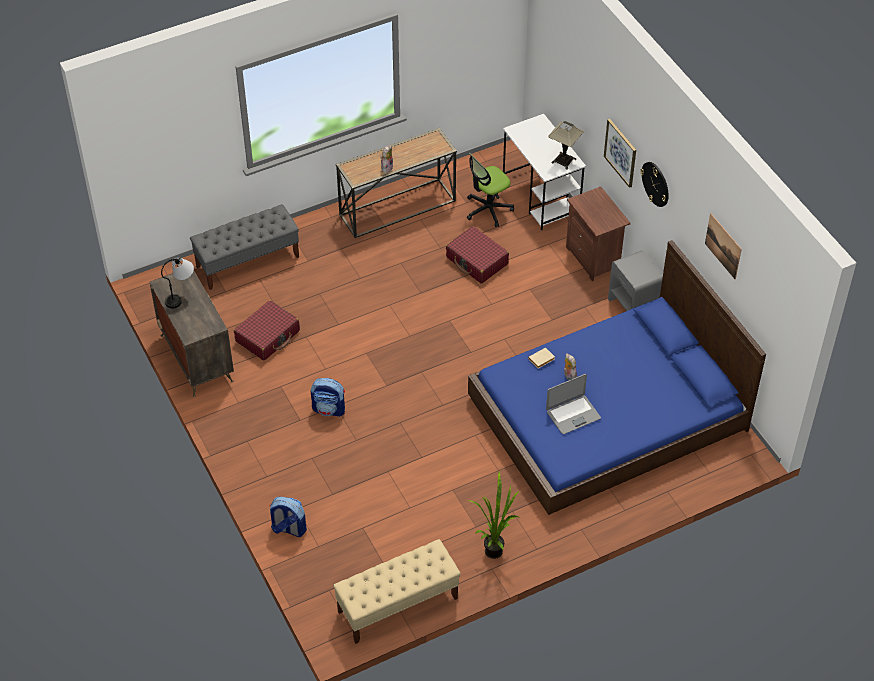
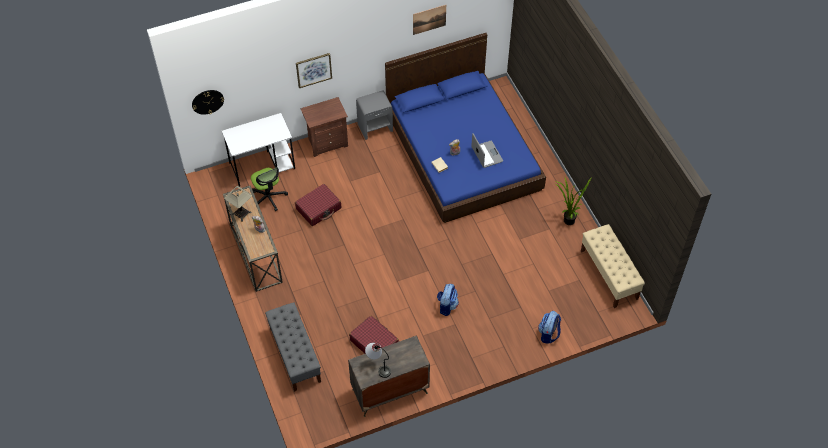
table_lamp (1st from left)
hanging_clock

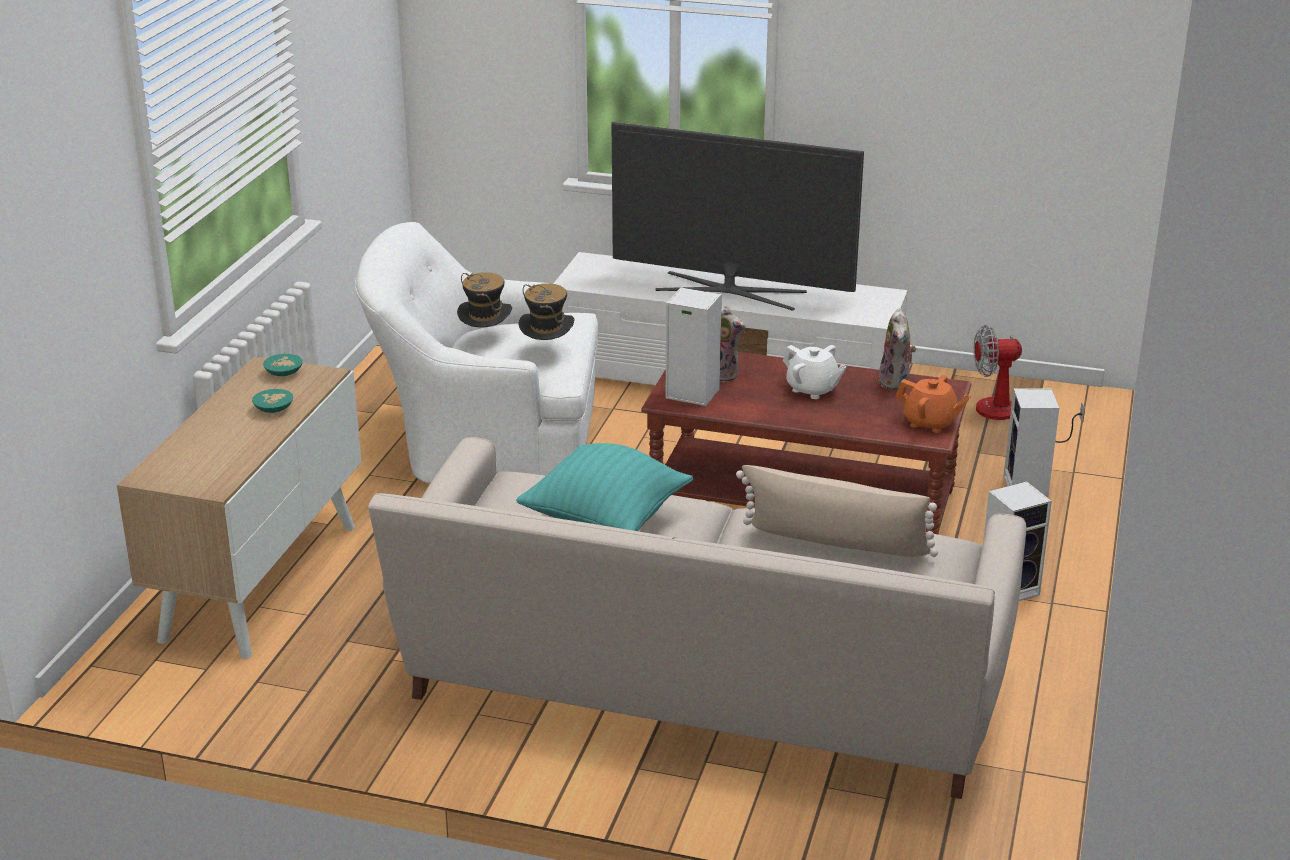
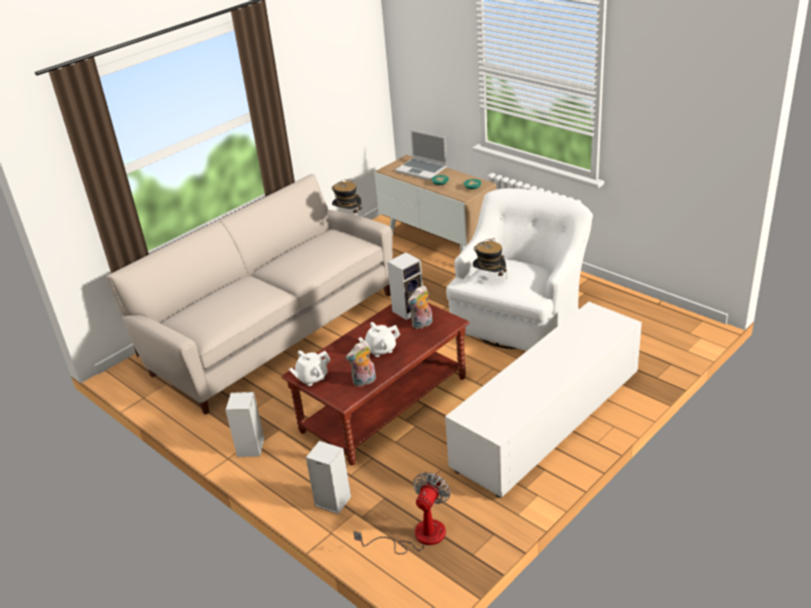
clothing_hat (1st from left)
turquoise_throw_pillow
TV
sand-coloured_throw_pillow
soft_toy (1st from left)
whitish_teapot (1st from left)
portable_computer

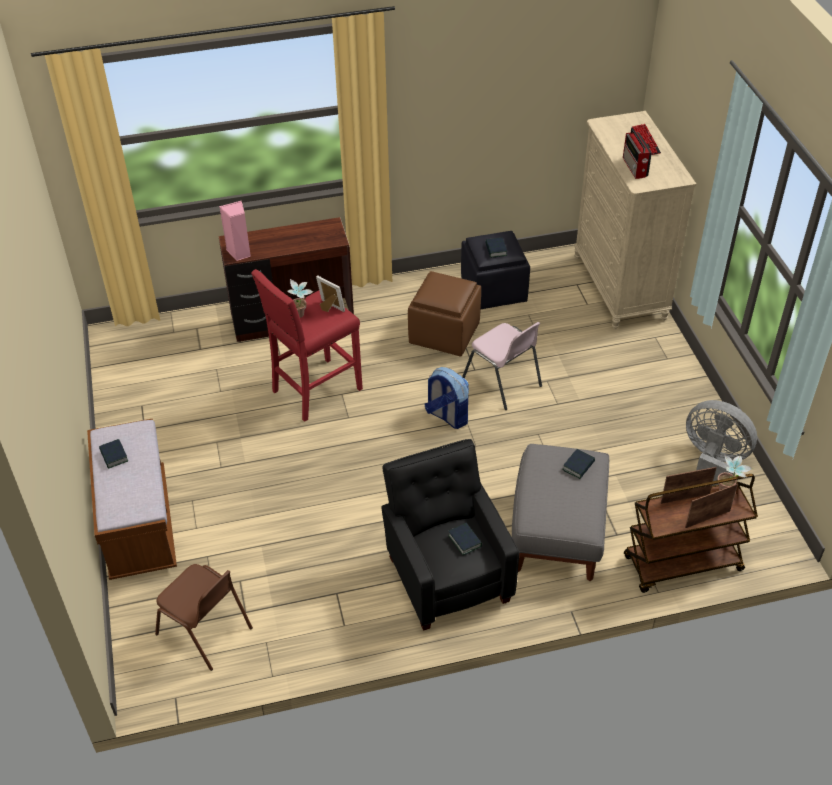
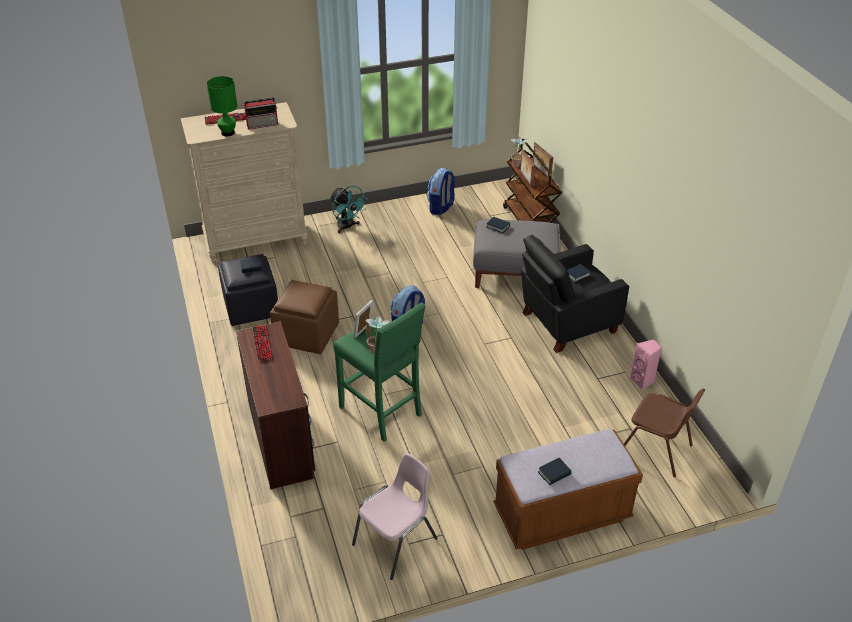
brown_plain_chair
pink_loudspeaker
greenish_sitting_stool
pink_plain_chair
backpack (2nd from left)
greenish_table_lamp
computer_keyboard (2nd from left)
turquoise_electric_fan

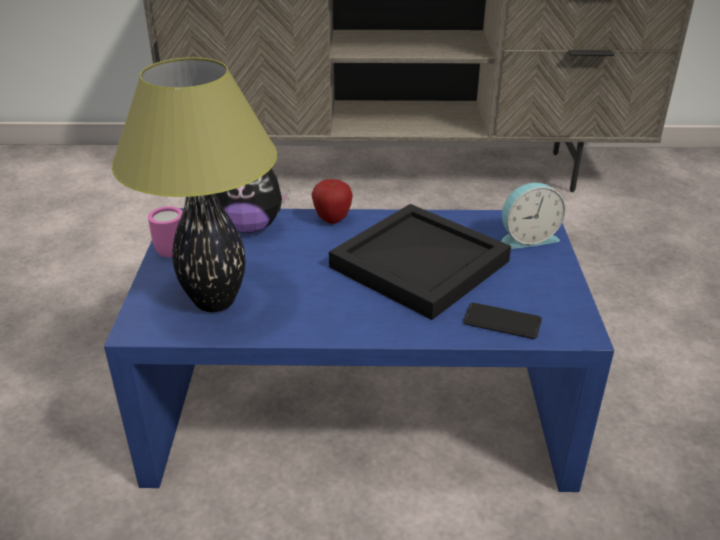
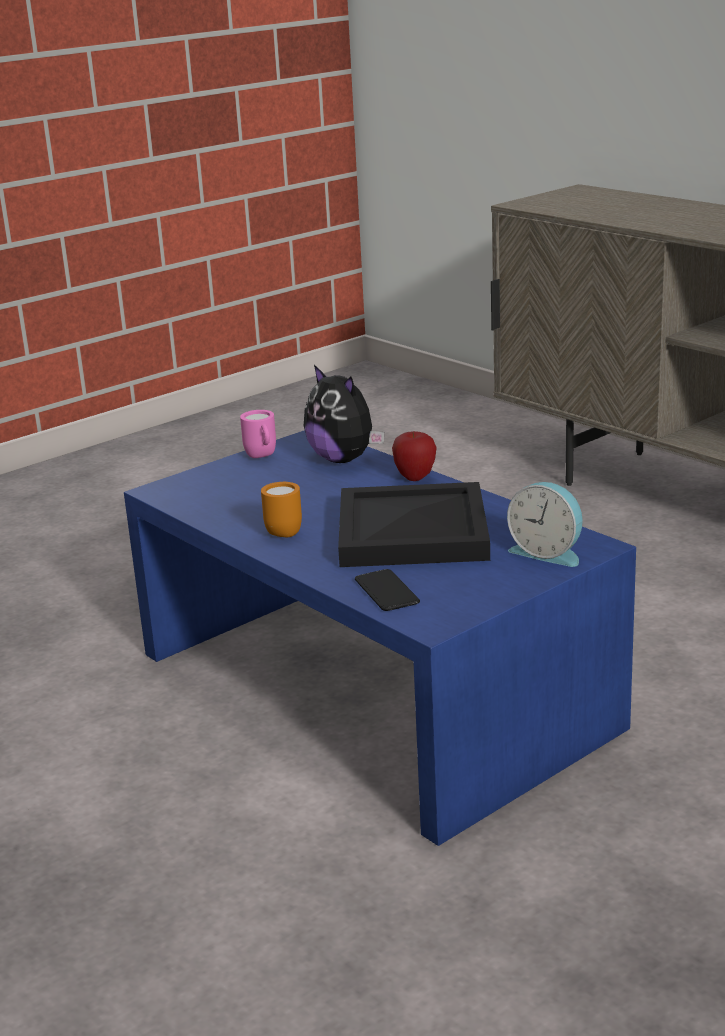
table_lamp
orangey_coffee_mug

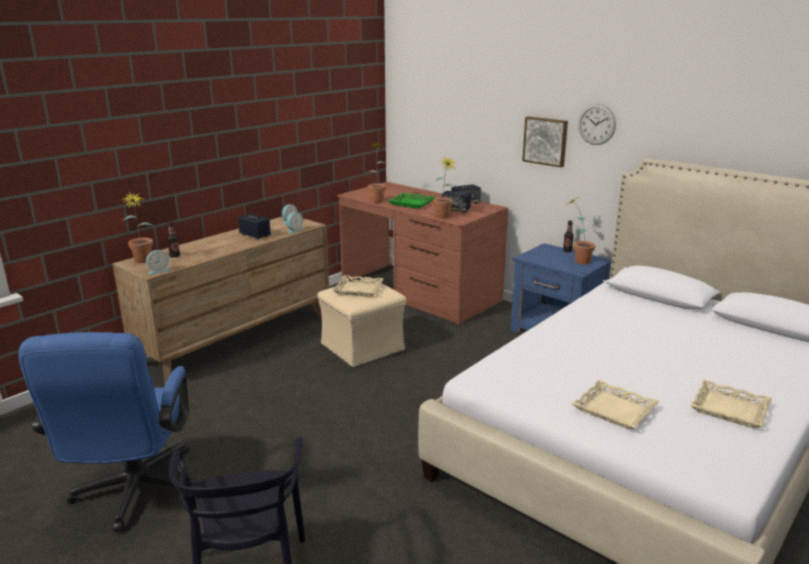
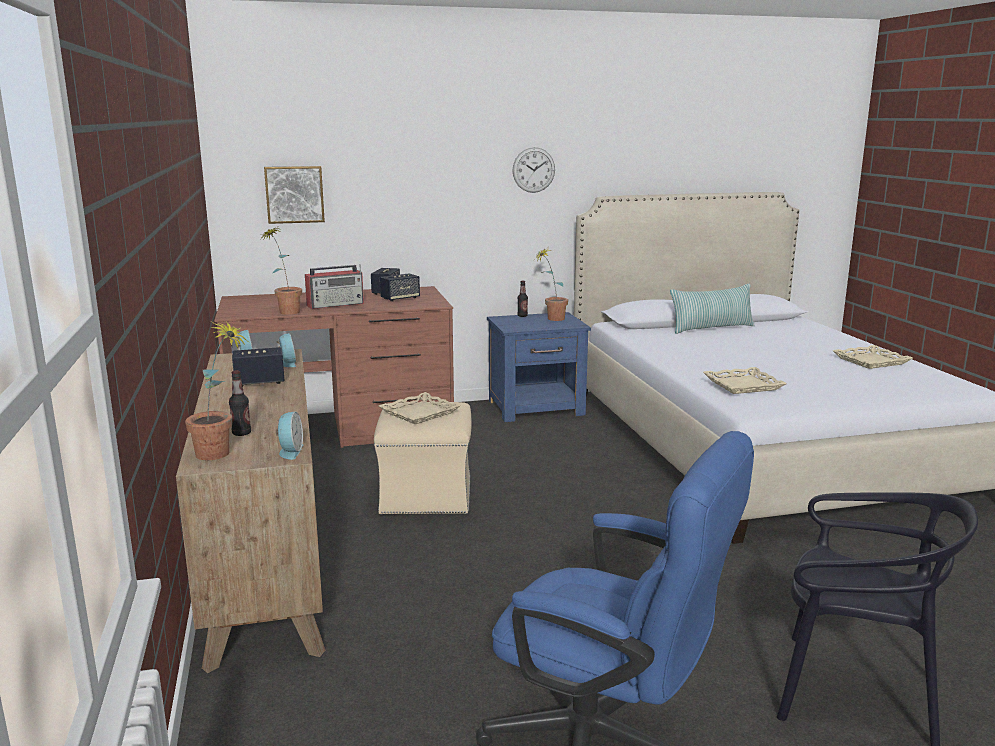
radio_set
potted_plant (3rd from left in the first image)
wall_picture
sand-coloured_carrying_tray (2nd from left)
throw_pillow

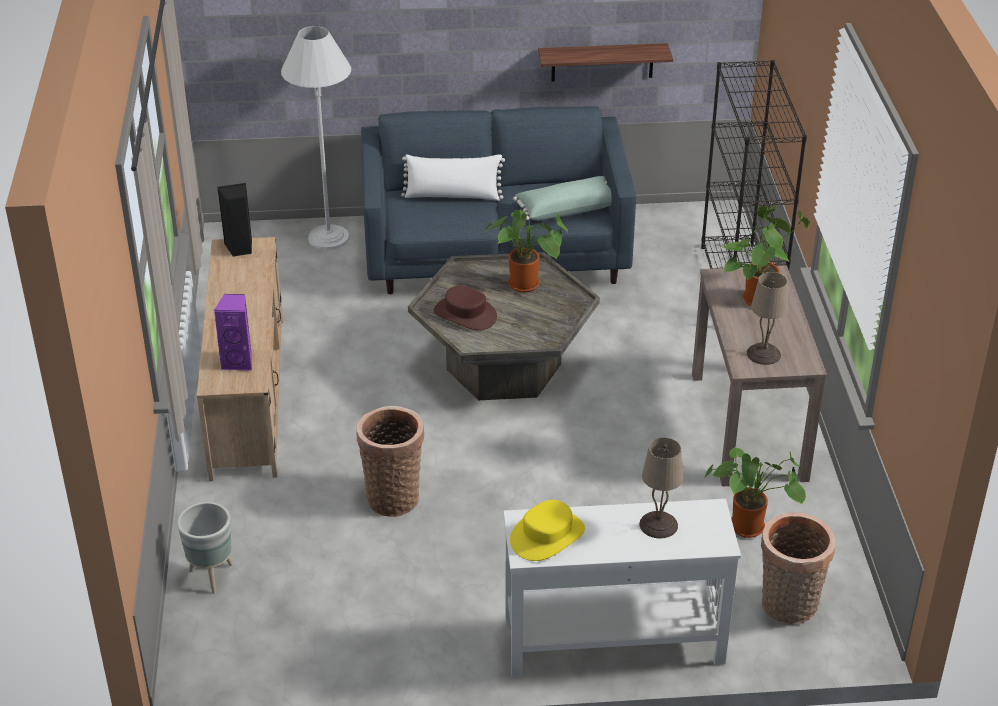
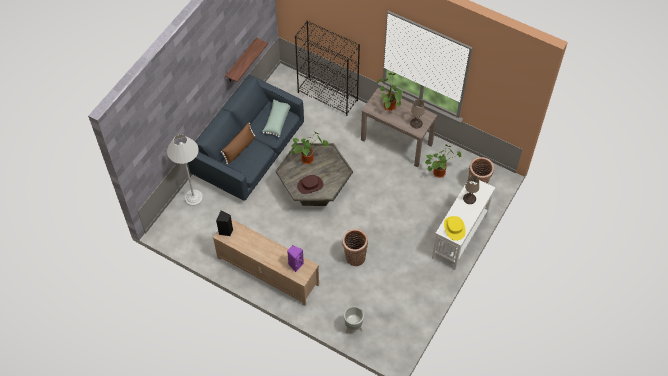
brown_throw_pillow

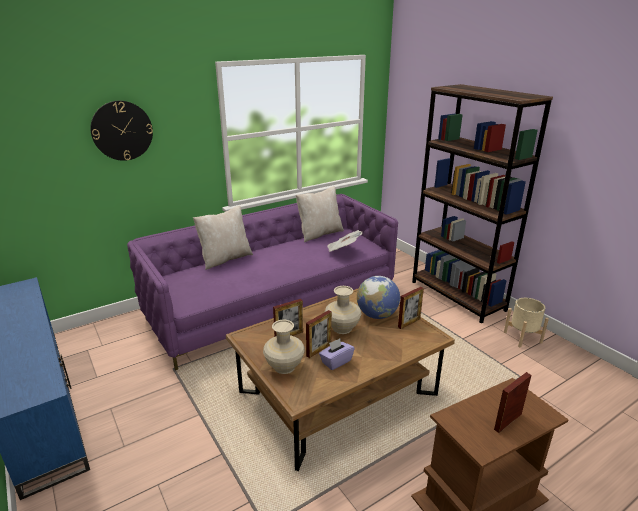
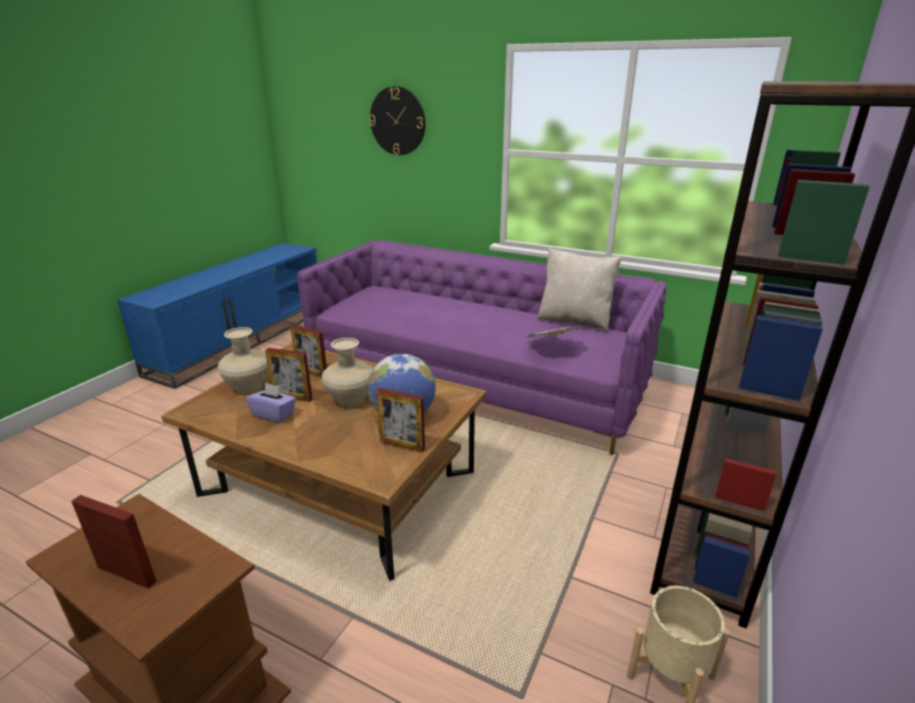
sand-coloured_throw_pillow (1st from left in the first image)

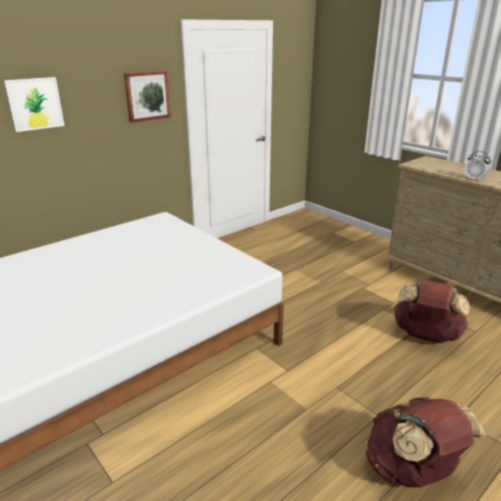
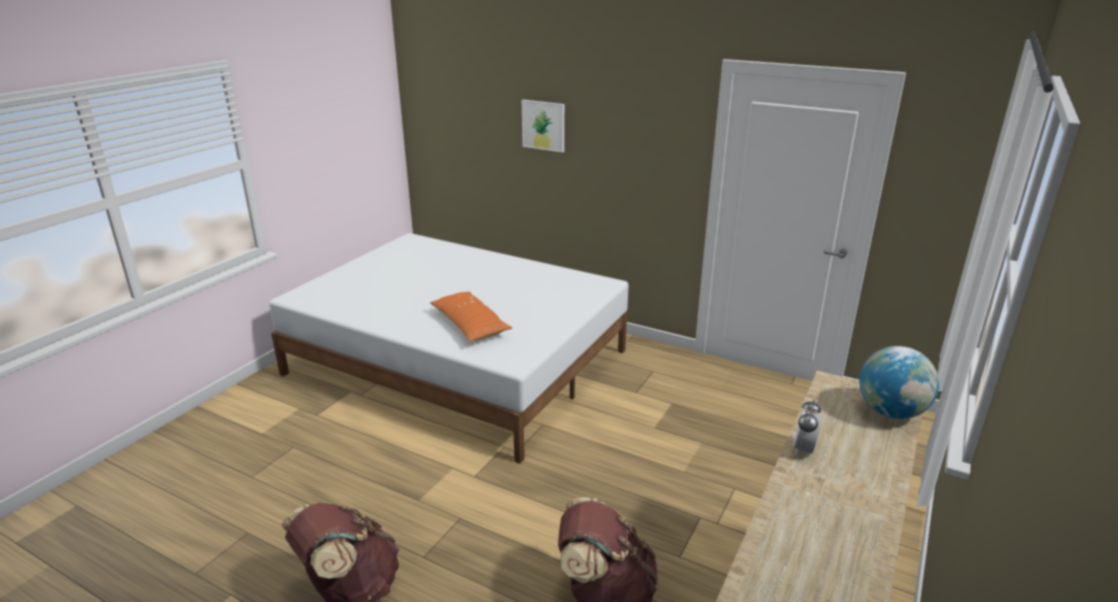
wall_picture (2nd from left in the first image)
orangey_throw_pillow
desk_globe

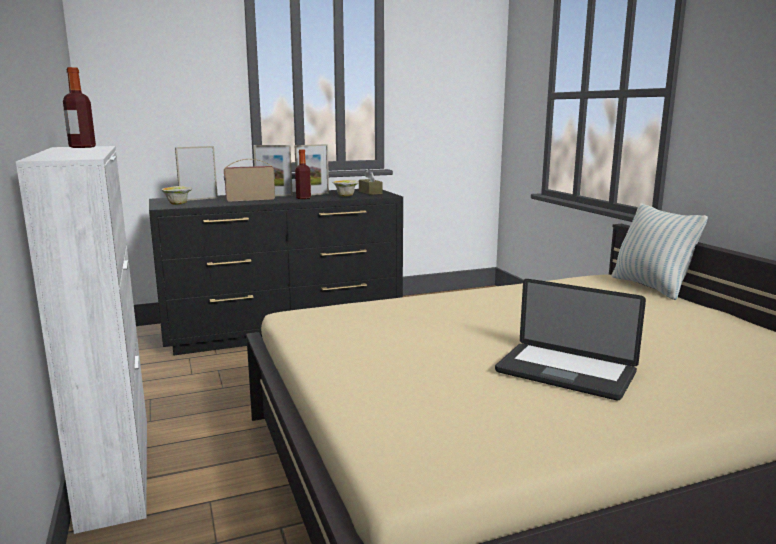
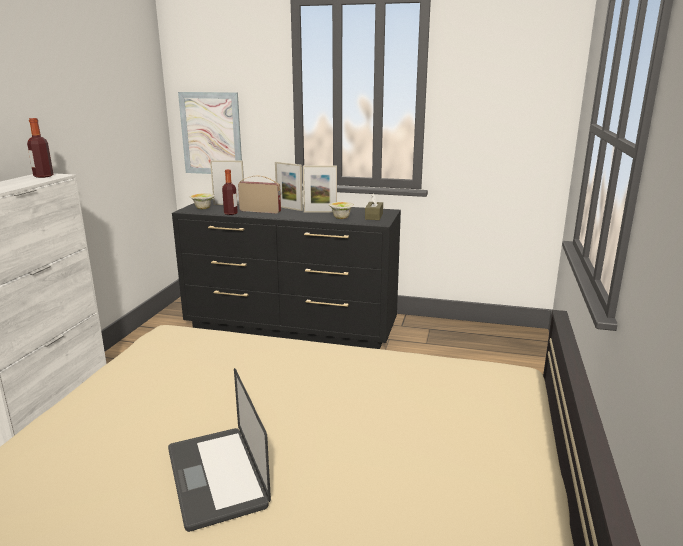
beverage_bottle (2nd from left)
throw_pillow
wall_picture

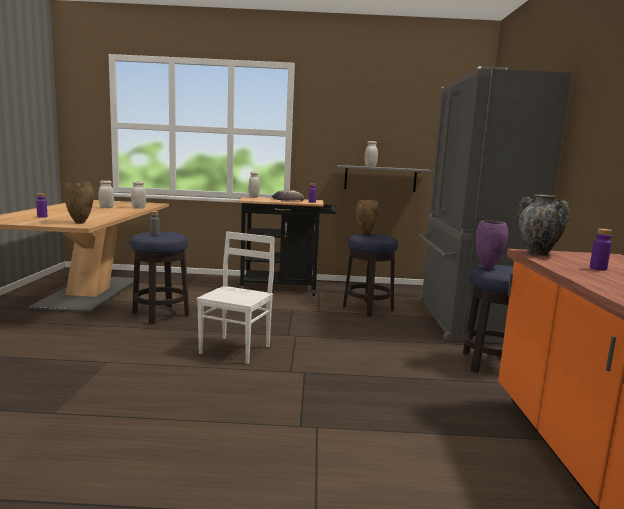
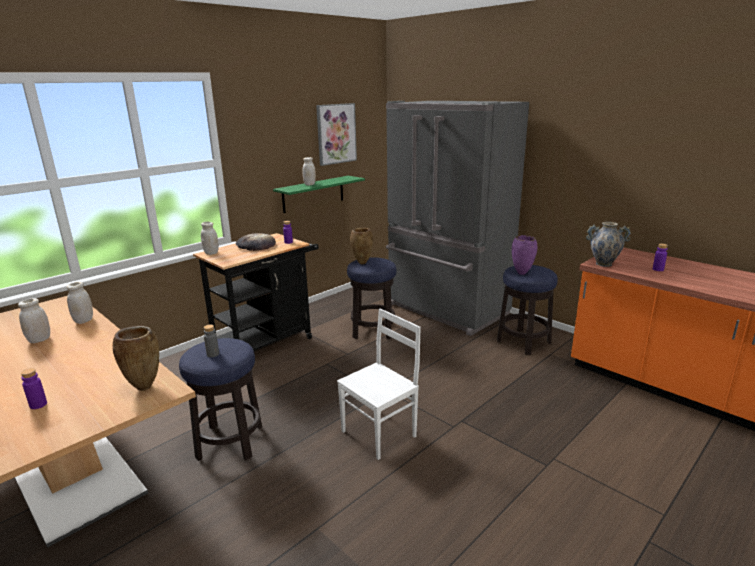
whitish_plain_chair
greenish_bracket_shelf
wall_picture

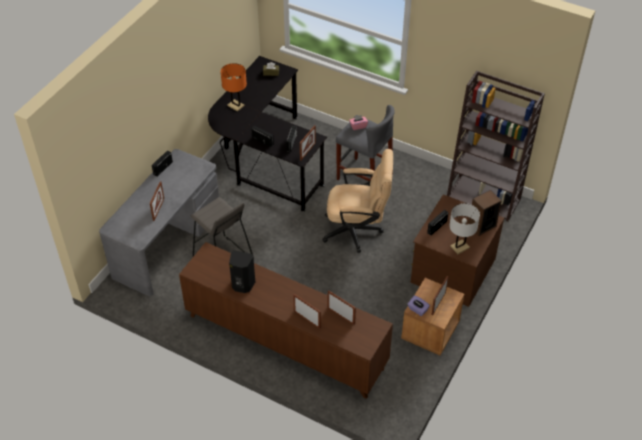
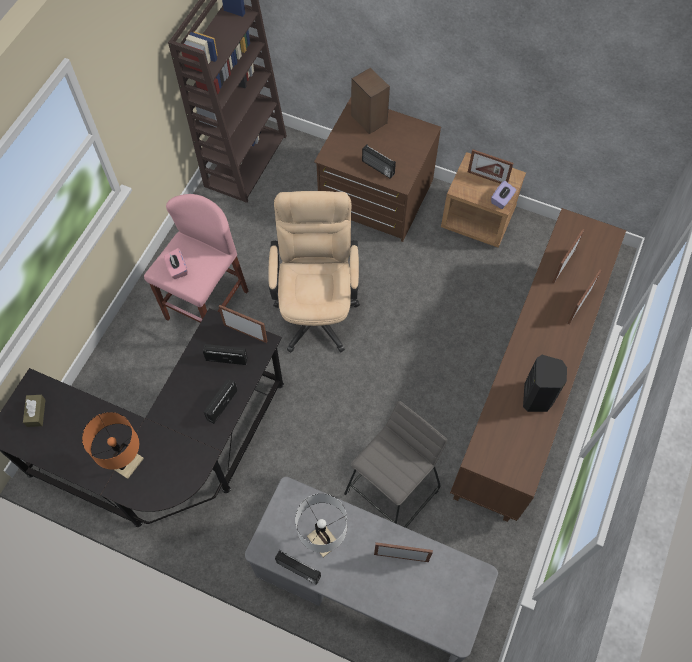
pink_sitting_stool
whitish_table_lamp

